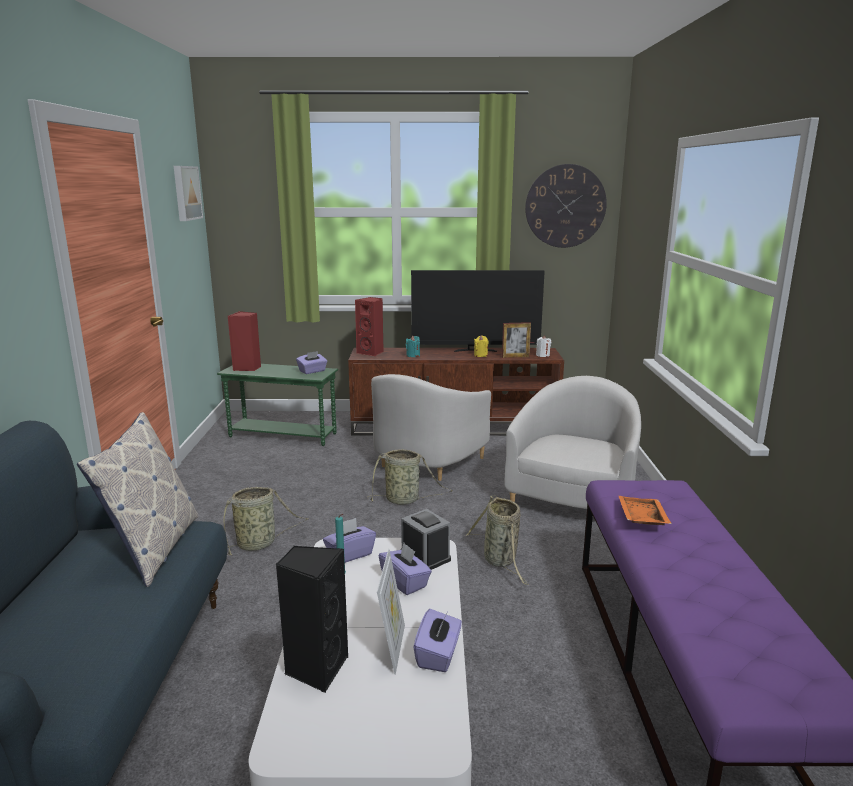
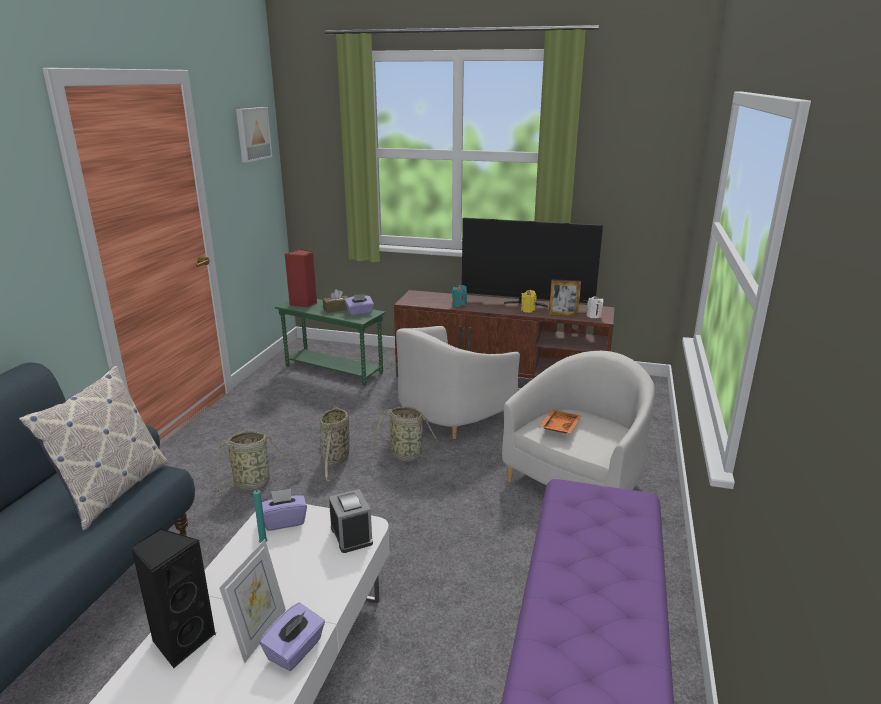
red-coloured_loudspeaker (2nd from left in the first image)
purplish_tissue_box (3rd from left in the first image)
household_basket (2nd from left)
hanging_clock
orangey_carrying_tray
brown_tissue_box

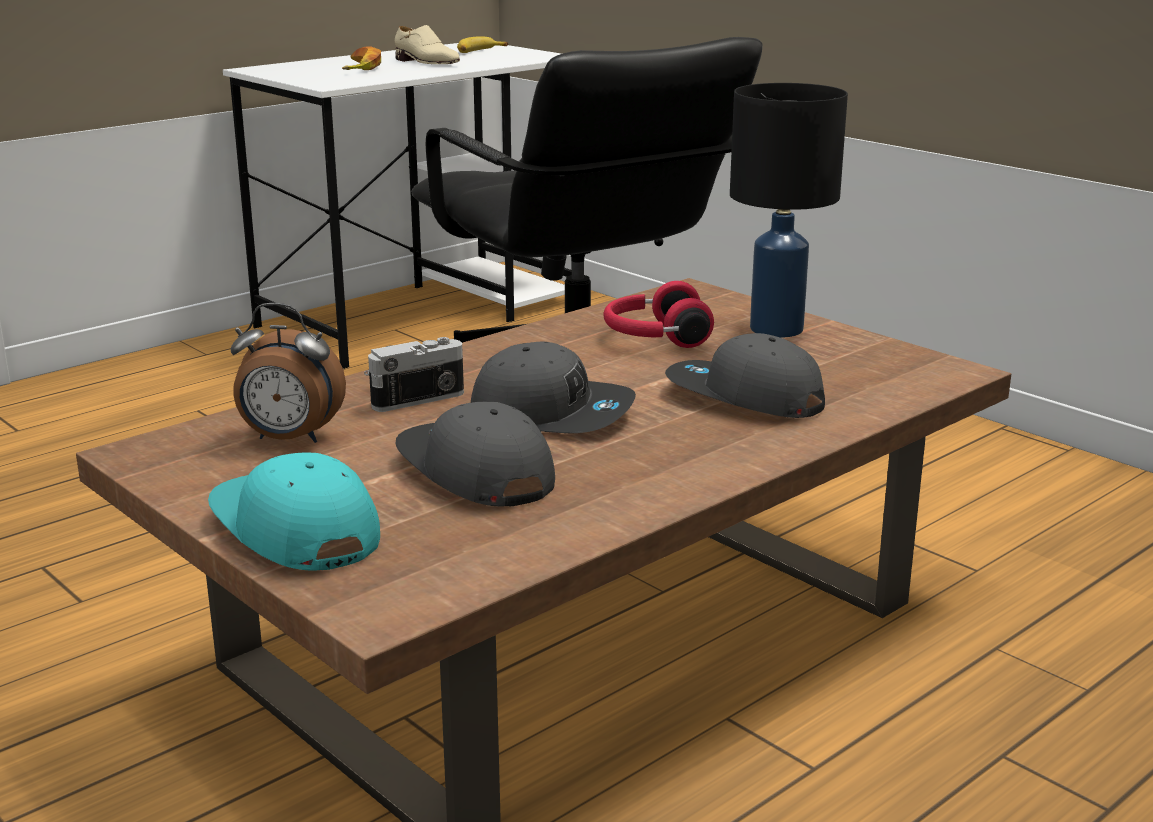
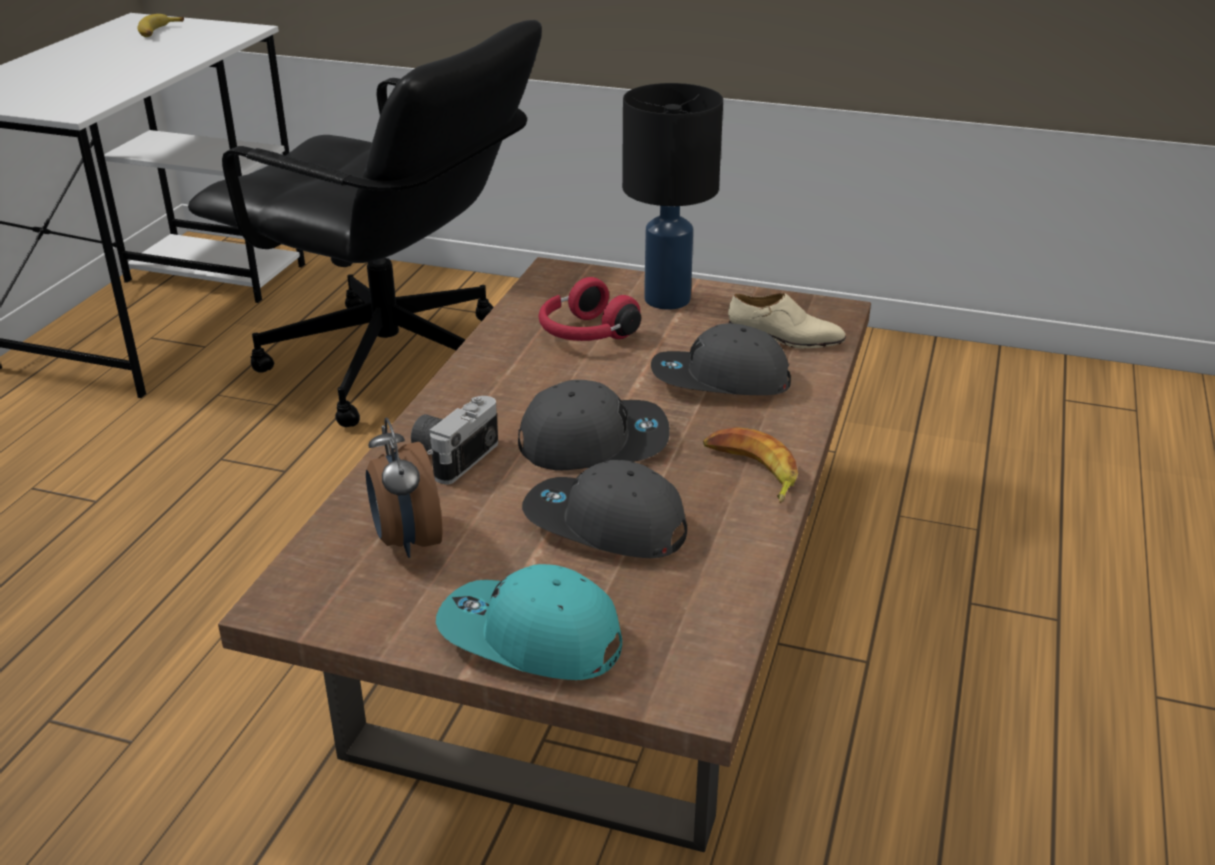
bedside_clock
banana (2nd from left)
sand-coloured_shoe

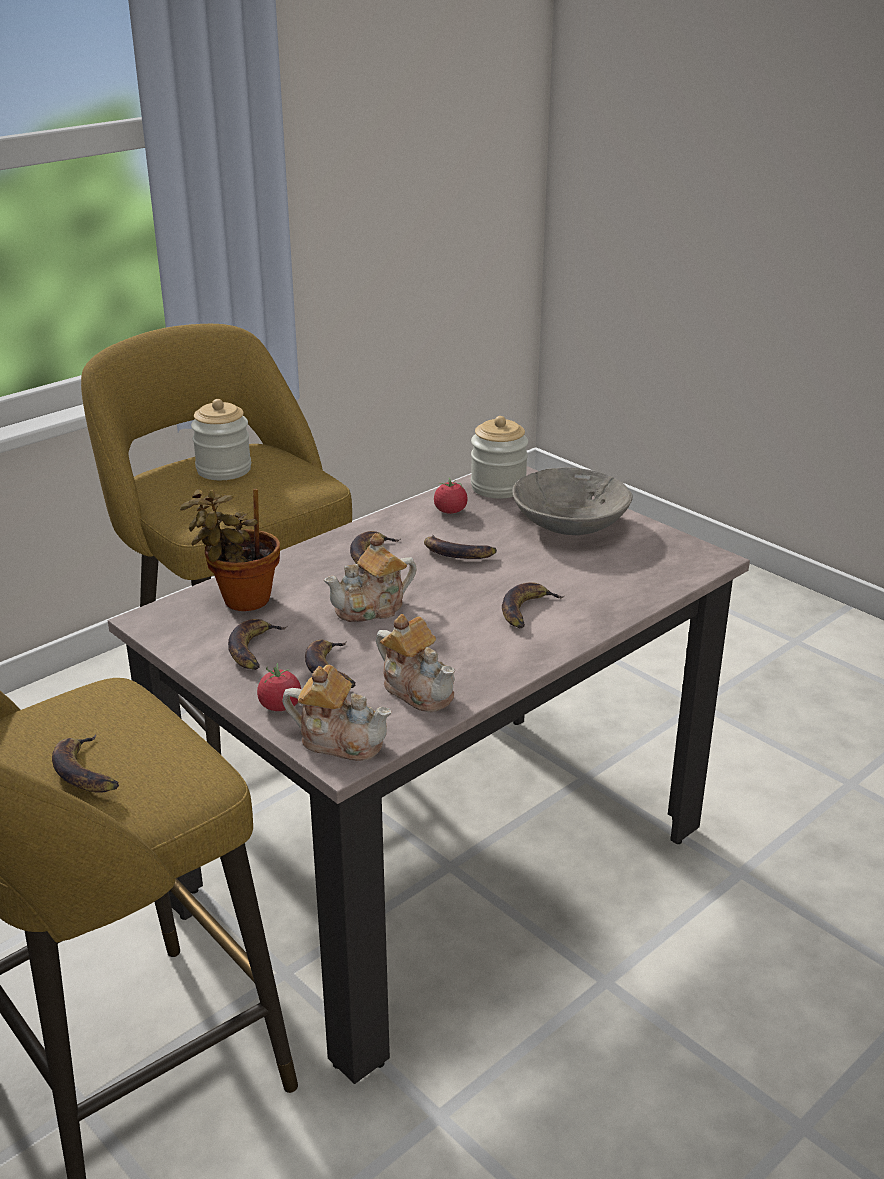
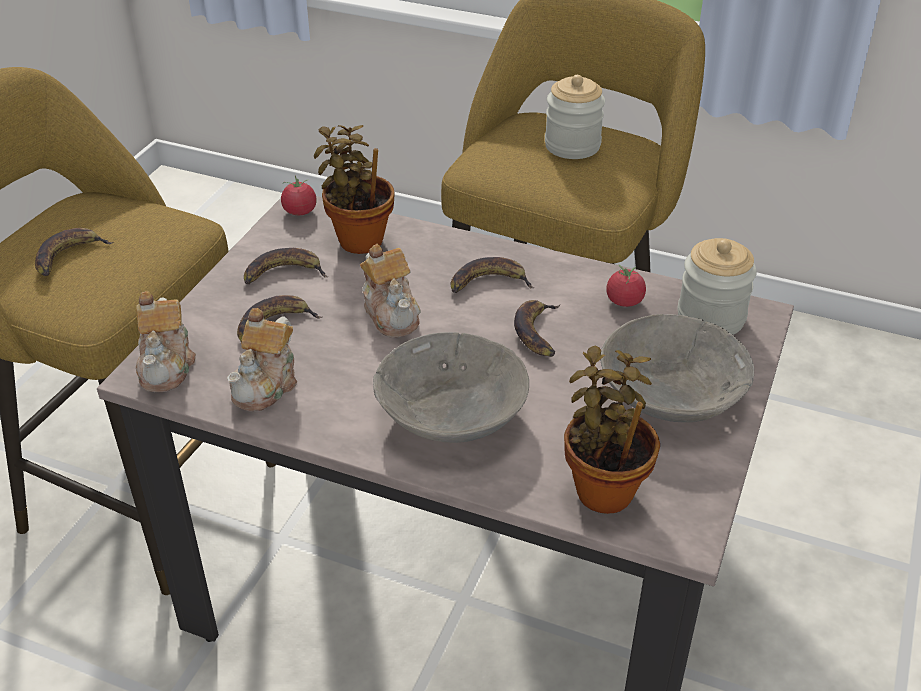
tomato (1st from left)
teapot (3rd from left)
grey_bowl (1st from left)
potted_plant (2nd from left)

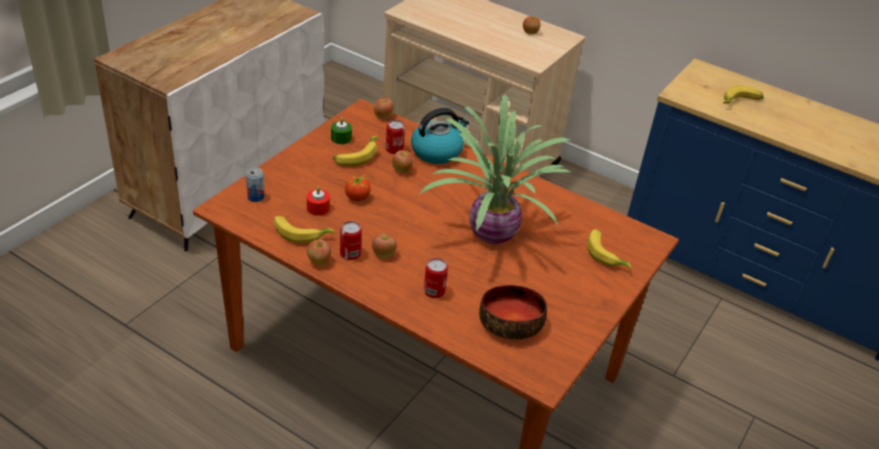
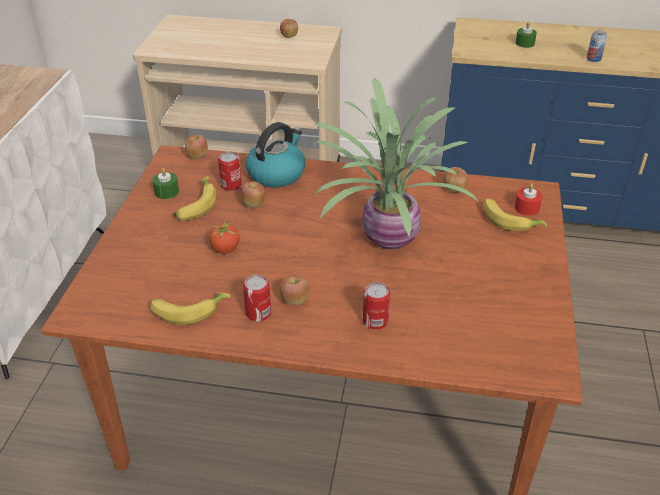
metal_can (4th from left)
red-coloured_wax_candle
apple_fruit (5th from left)
bowl
greenish_wax_candle (2nd from left)

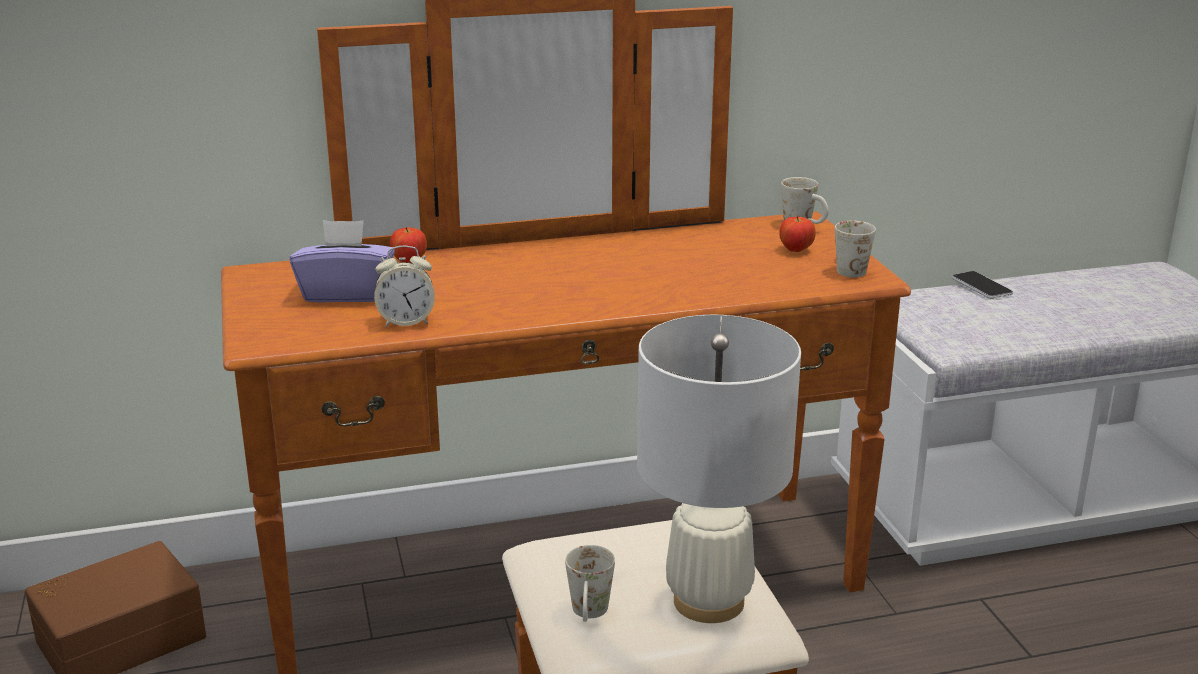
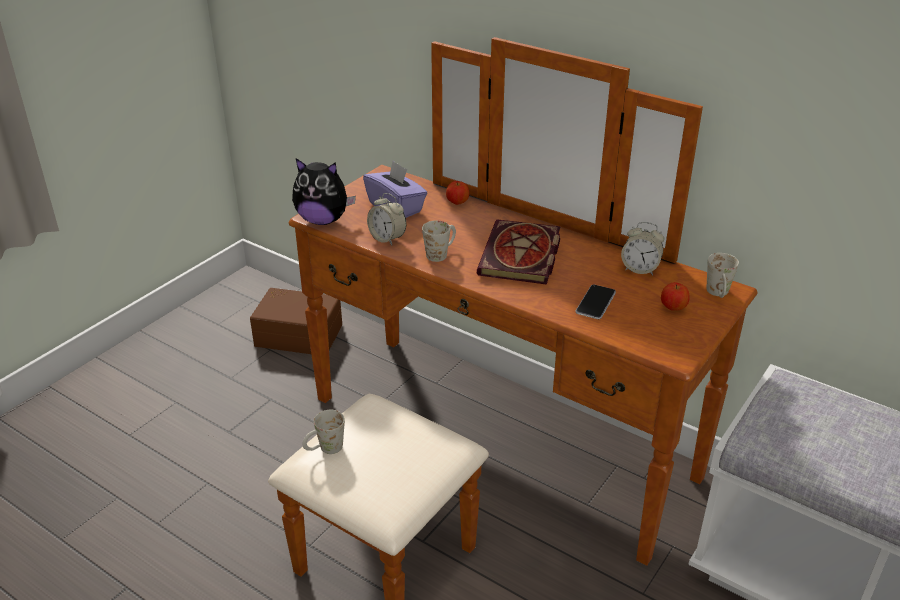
whitish_table_lamp
whitish_coffee_mug (2nd from left)
telephone
soft_toy
volume
bedside_clock (2nd from left)

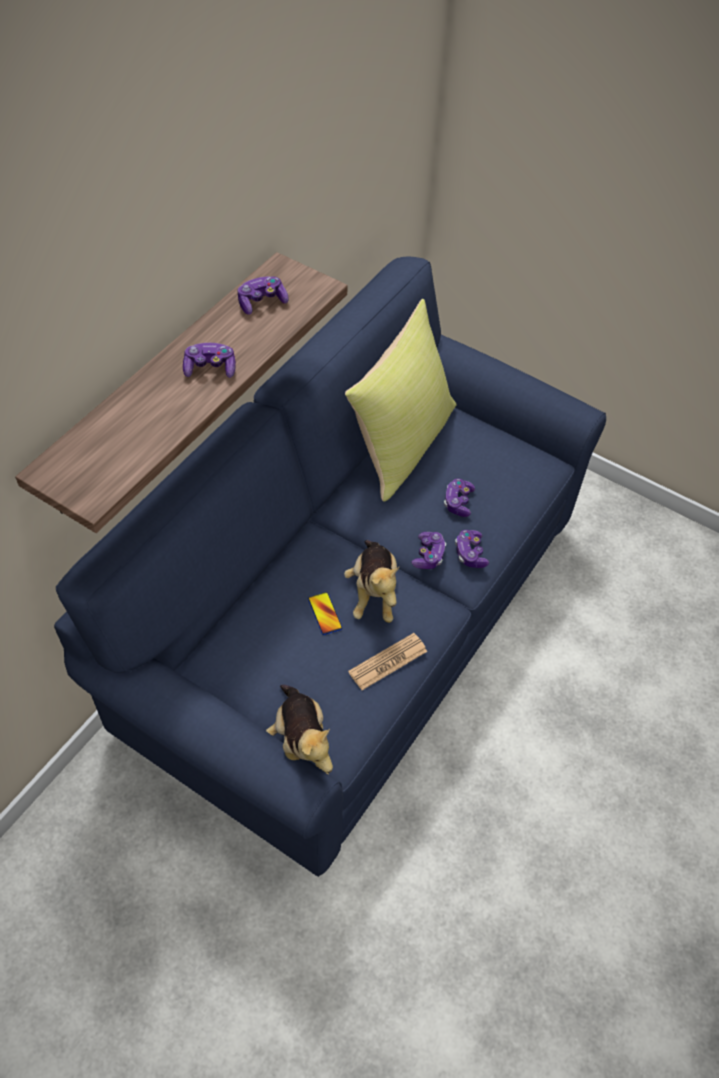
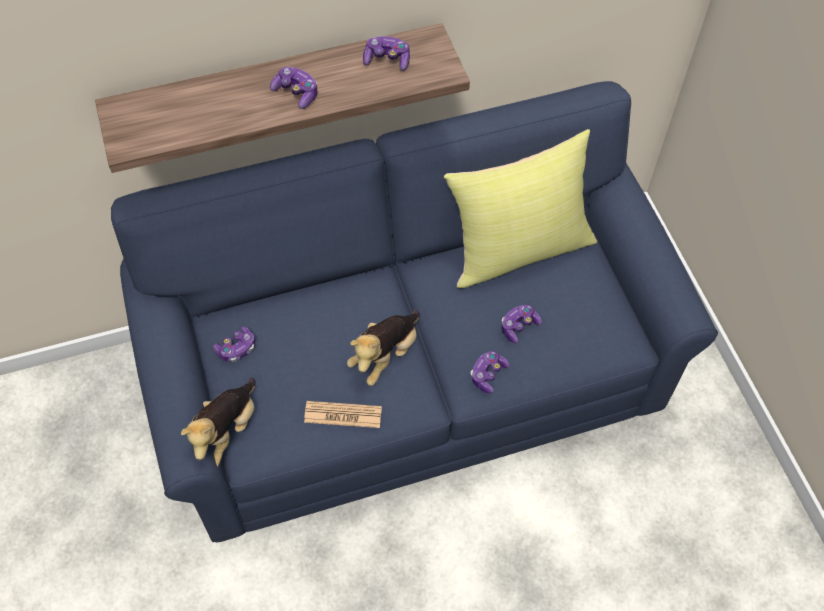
telephone
gamepad (1st from left)

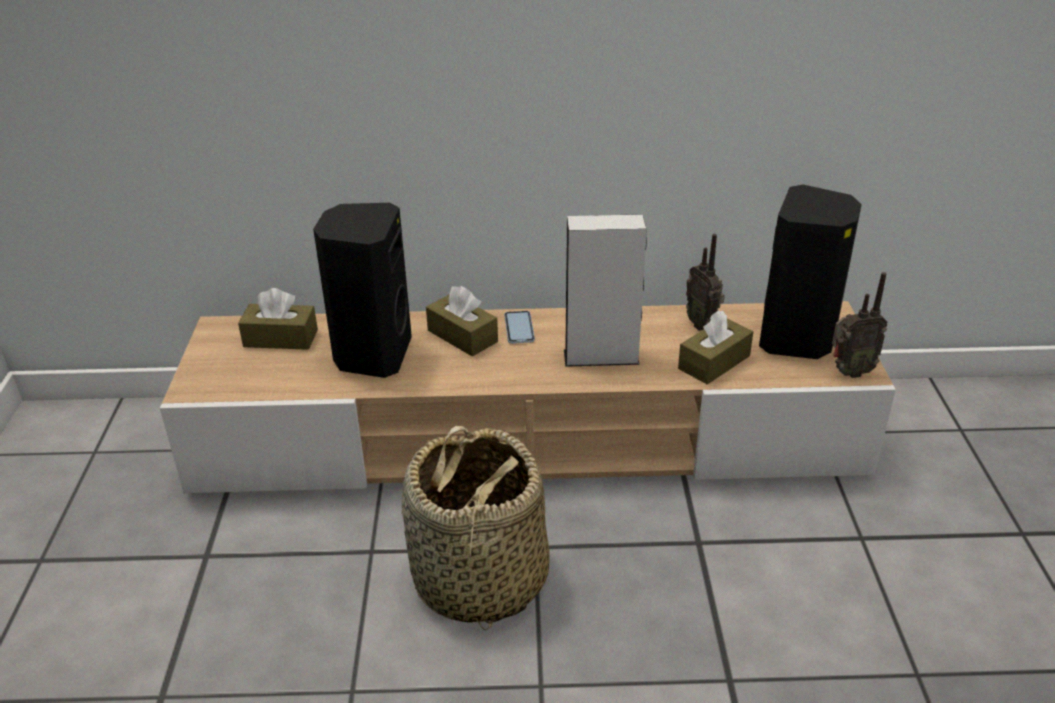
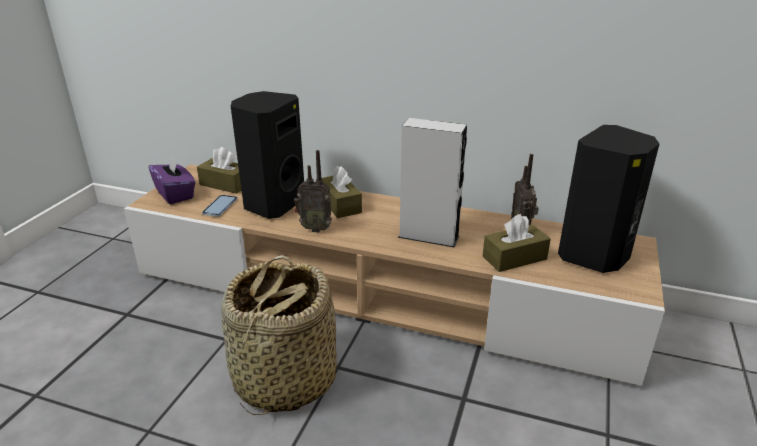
telephone
radio_set (1st from left)
purplish_tissue_box

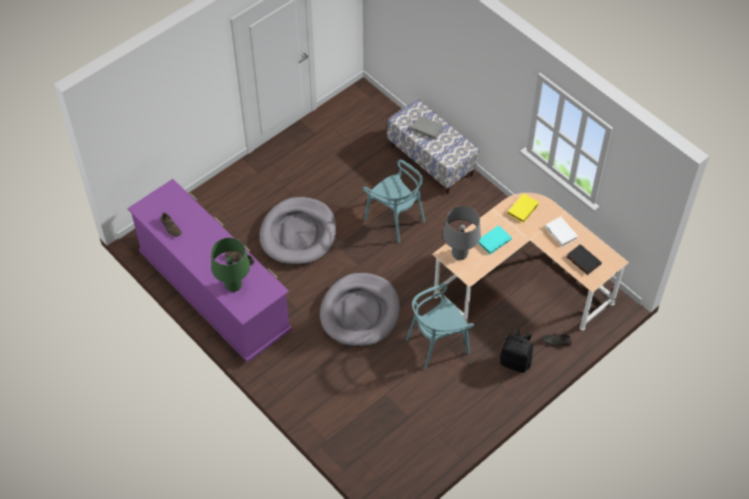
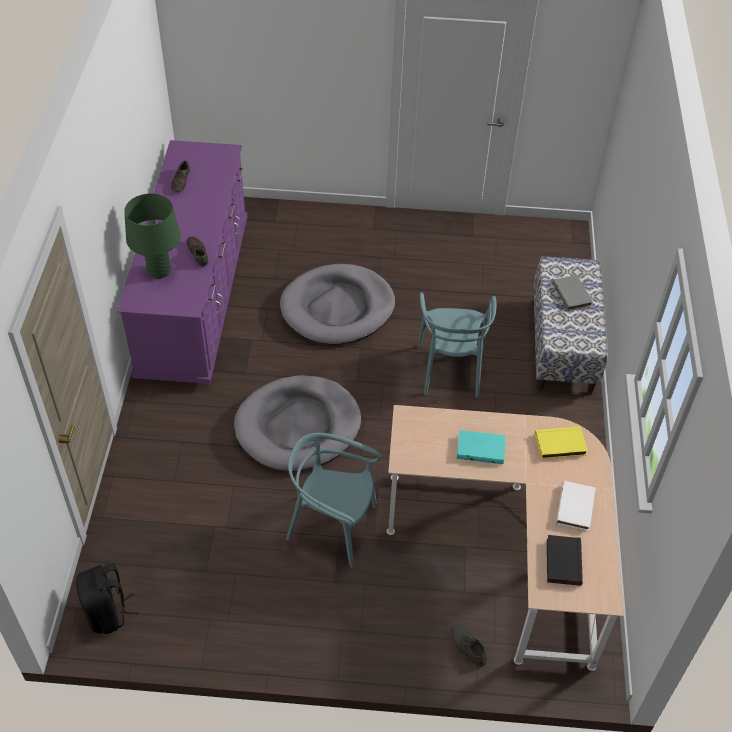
grey_table_lamp
black-coloured_backpack

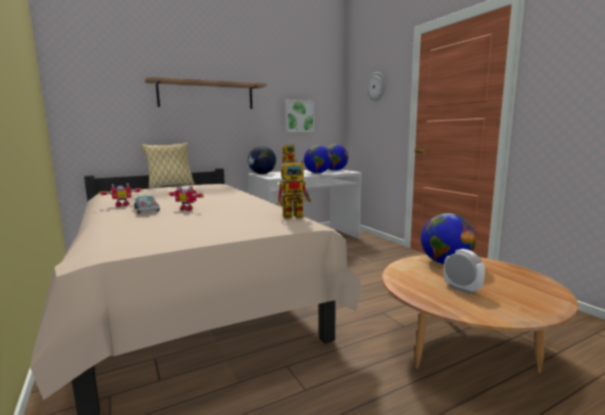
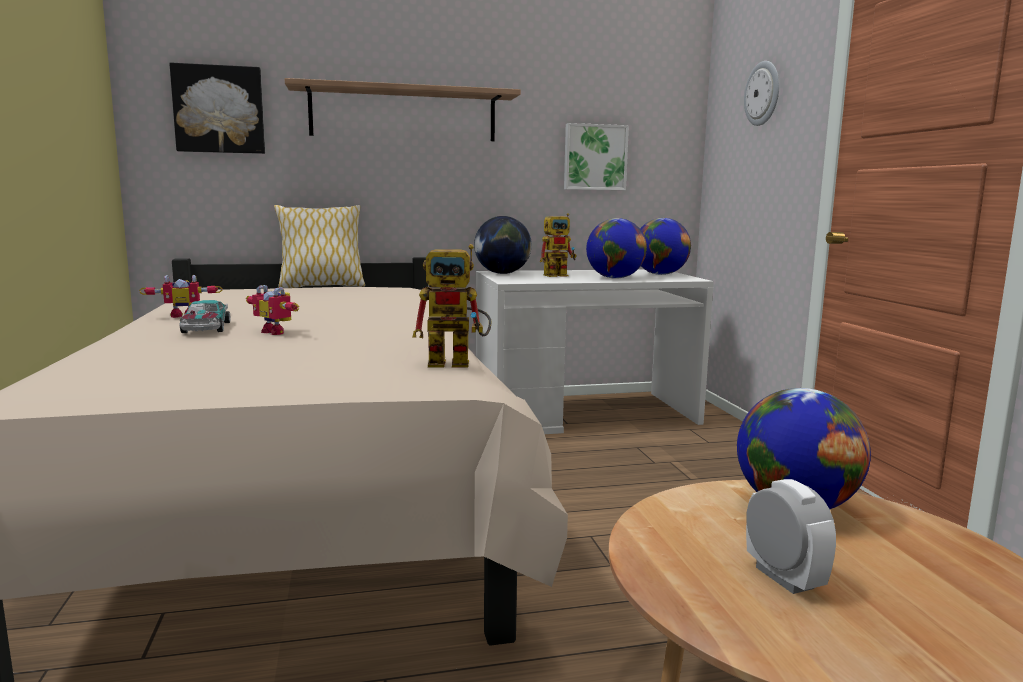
wall_picture (1st from left)

